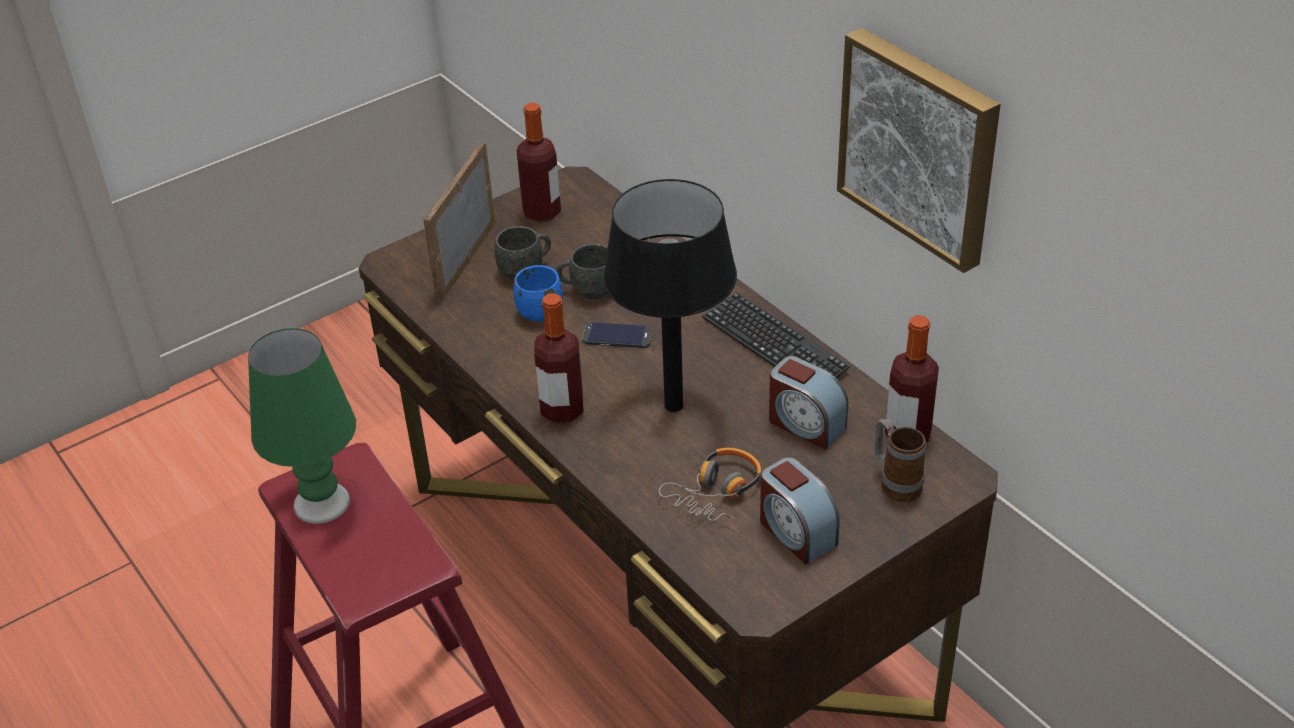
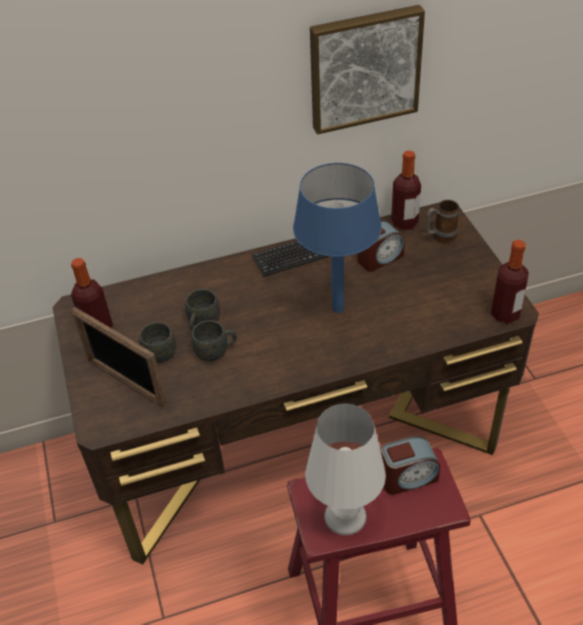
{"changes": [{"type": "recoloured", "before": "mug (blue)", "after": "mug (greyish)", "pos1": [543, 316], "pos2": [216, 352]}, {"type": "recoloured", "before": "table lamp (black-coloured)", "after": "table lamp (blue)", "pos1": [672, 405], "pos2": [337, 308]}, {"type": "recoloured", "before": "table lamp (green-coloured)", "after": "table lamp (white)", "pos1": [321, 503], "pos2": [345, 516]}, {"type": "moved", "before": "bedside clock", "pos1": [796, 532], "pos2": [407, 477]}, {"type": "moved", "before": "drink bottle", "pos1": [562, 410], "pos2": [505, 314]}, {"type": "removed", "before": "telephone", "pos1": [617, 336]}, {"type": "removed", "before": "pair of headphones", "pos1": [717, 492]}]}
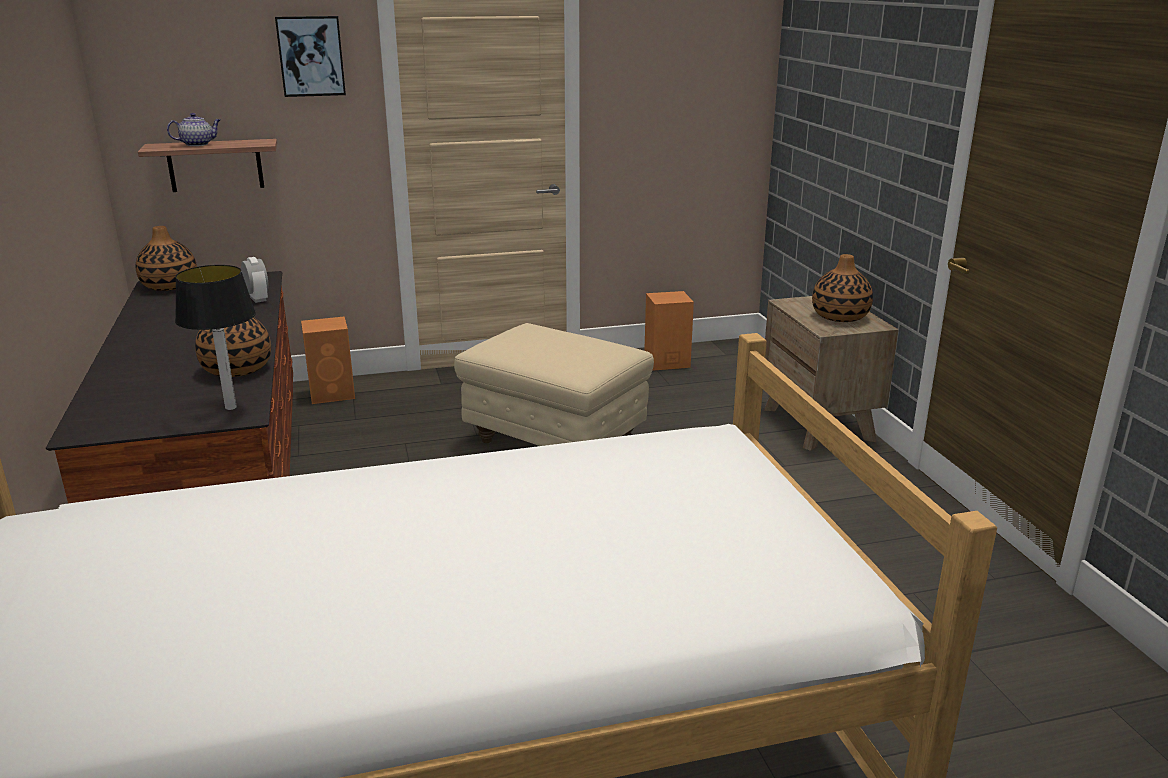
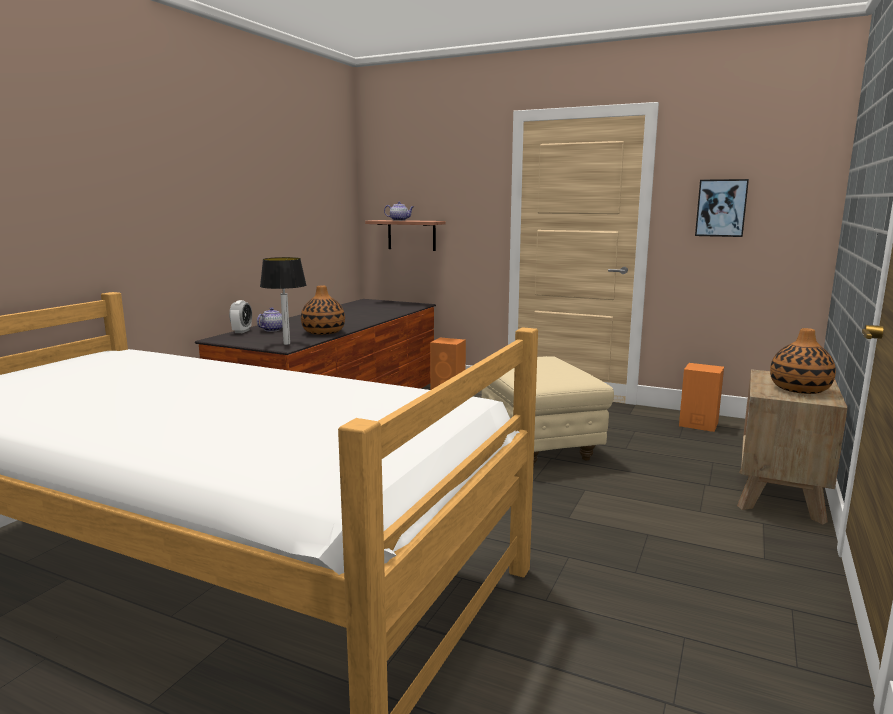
{"changes": [{"type": "moved", "before": "bedside clock", "pos1": [257, 298], "pos2": [242, 331]}, {"type": "added", "after": "teapot", "pos2": [272, 330]}, {"type": "moved", "before": "picture", "pos1": [311, 56], "pos2": [721, 208]}, {"type": "removed", "before": "decorative vase", "pos1": [170, 286]}]}
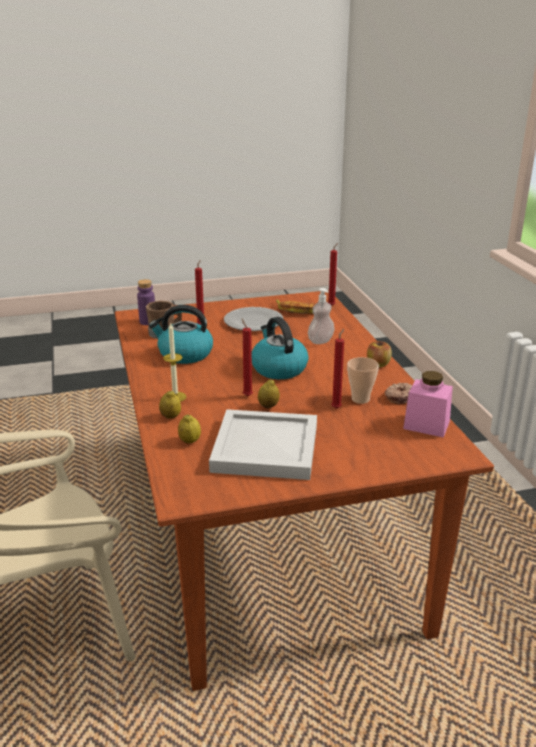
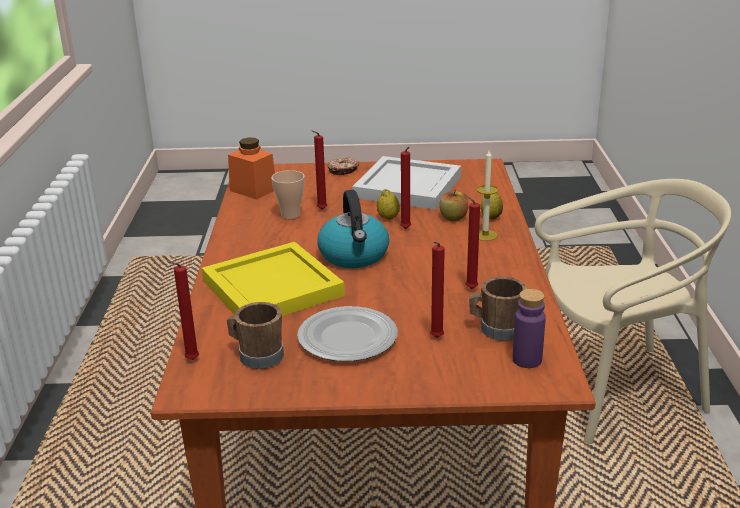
{"changes": [{"type": "replaced", "before": "liquid soap bottle", "after": "tray (yellow-coloured)", "pos1": [320, 341], "pos2": [271, 289]}, {"type": "replaced", "before": "banana fruit", "after": "mug (brown-coloured)", "pos1": [298, 310], "pos2": [257, 356]}, {"type": "recoloured", "before": "storage jar (pink)", "after": "storage jar (orange)", "pos1": [426, 425], "pos2": [253, 190]}, {"type": "moved", "before": "ring doughnut", "pos1": [399, 397], "pos2": [343, 170]}, {"type": "moved", "before": "apple fruit", "pos1": [378, 364], "pos2": [453, 218]}, {"type": "replaced", "before": "tea kettle", "after": "candle (reddish)", "pos1": [184, 354], "pos2": [469, 288]}, {"type": "removed", "before": "lemon", "pos1": [190, 441]}]}
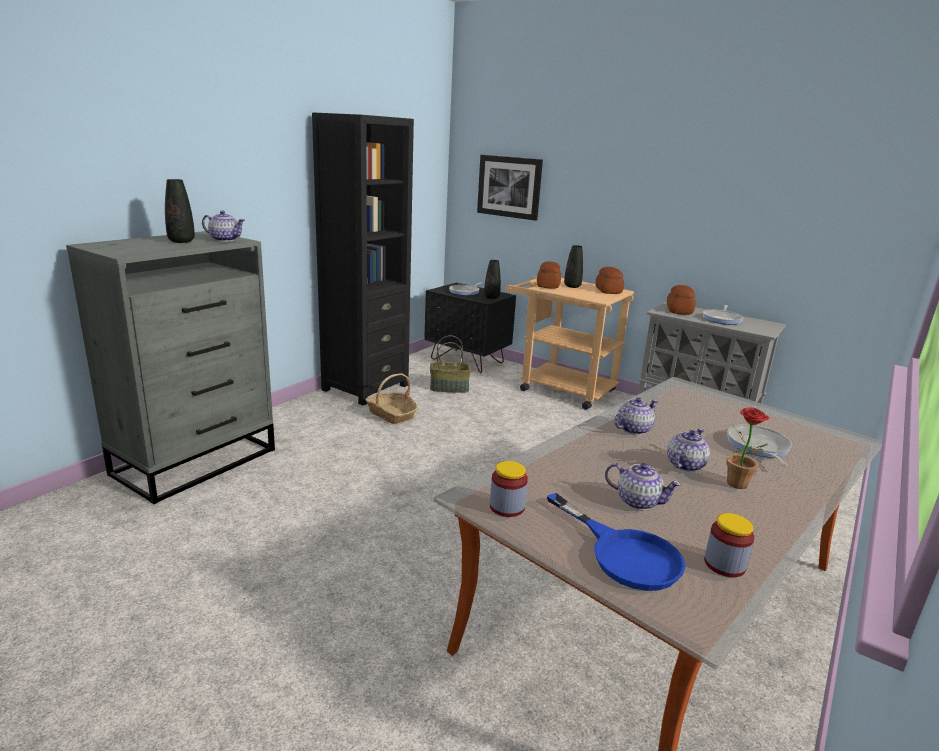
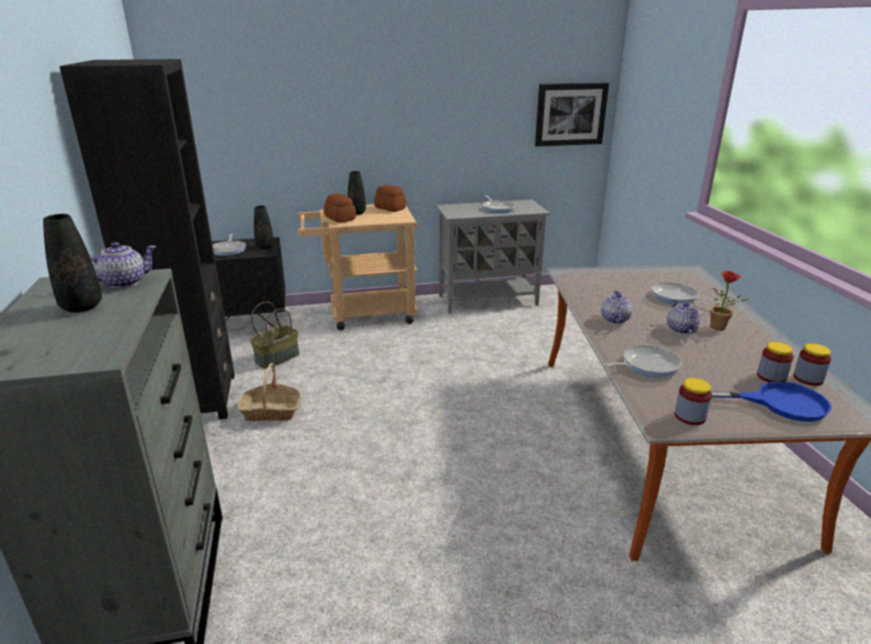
{"changes": [{"type": "moved", "before": "picture", "pos1": [509, 187], "pos2": [570, 114]}, {"type": "added", "after": "frying pan", "pos2": [647, 365]}, {"type": "added", "after": "storage jar", "pos2": [771, 377]}, {"type": "removed", "before": "teapot", "pos1": [637, 501]}, {"type": "removed", "before": "baked bread", "pos1": [679, 311]}]}
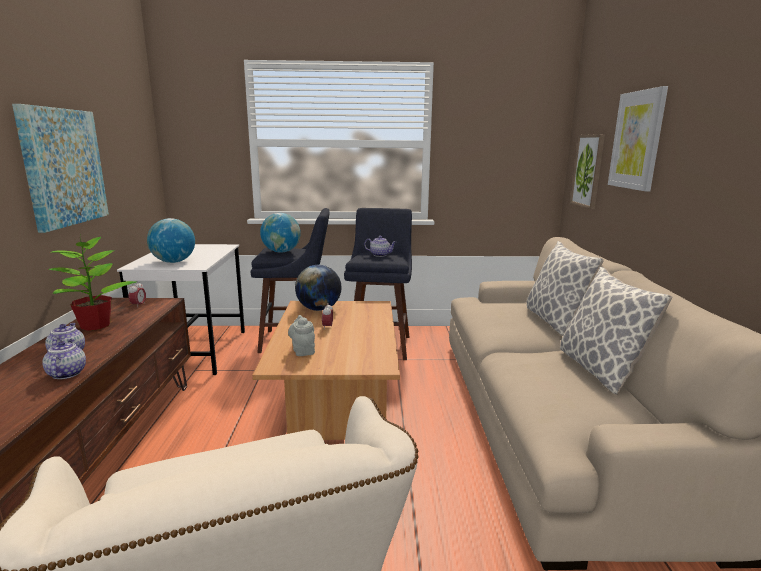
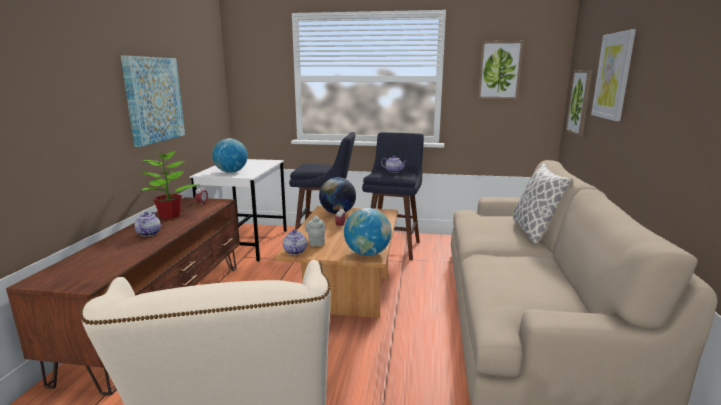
{"changes": [{"type": "moved", "before": "teapot", "pos1": [67, 373], "pos2": [295, 251]}, {"type": "moved", "before": "world globe", "pos1": [281, 252], "pos2": [367, 253]}, {"type": "added", "after": "picture", "pos2": [499, 70]}, {"type": "removed", "before": "cushion", "pos1": [599, 370]}]}
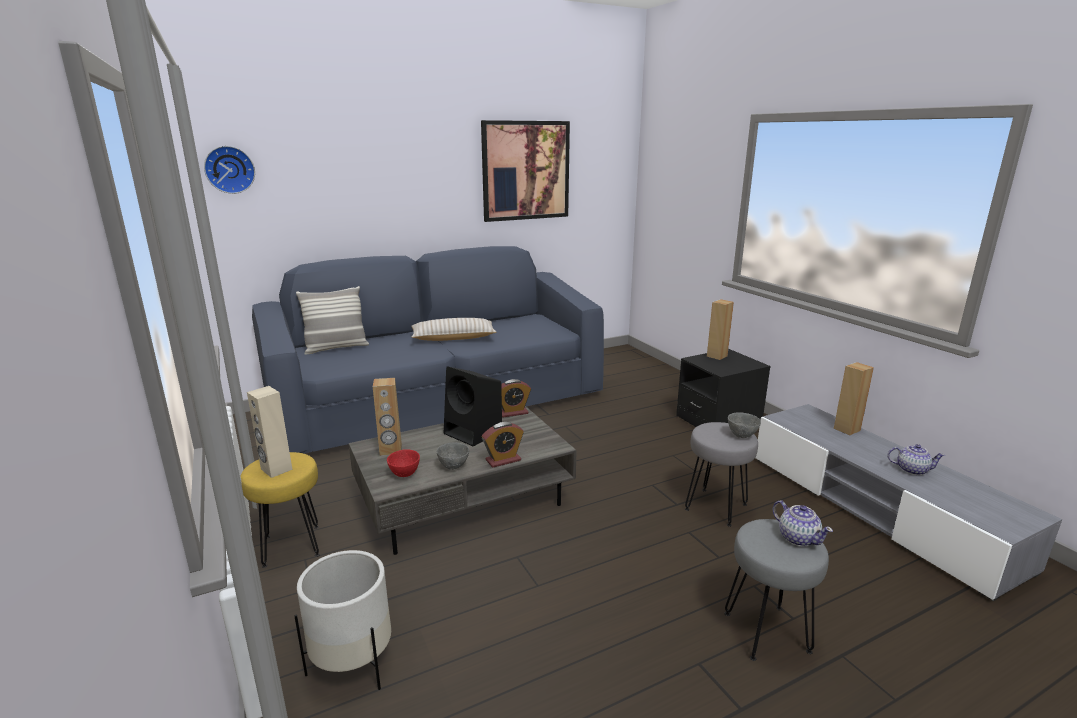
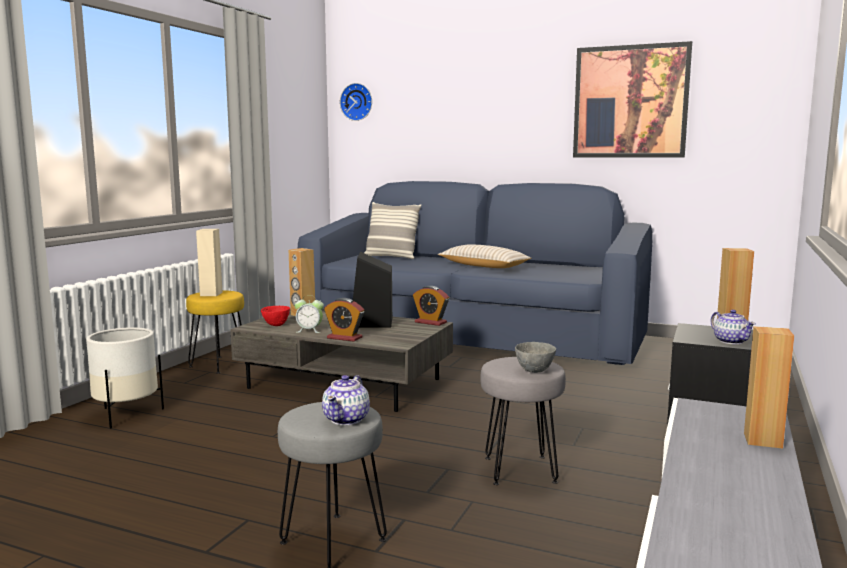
{"changes": [{"type": "replaced", "before": "serving bowl (greyish)", "after": "bedside clock", "pos1": [453, 466], "pos2": [309, 331]}, {"type": "moved", "before": "teapot", "pos1": [911, 469], "pos2": [730, 341]}]}
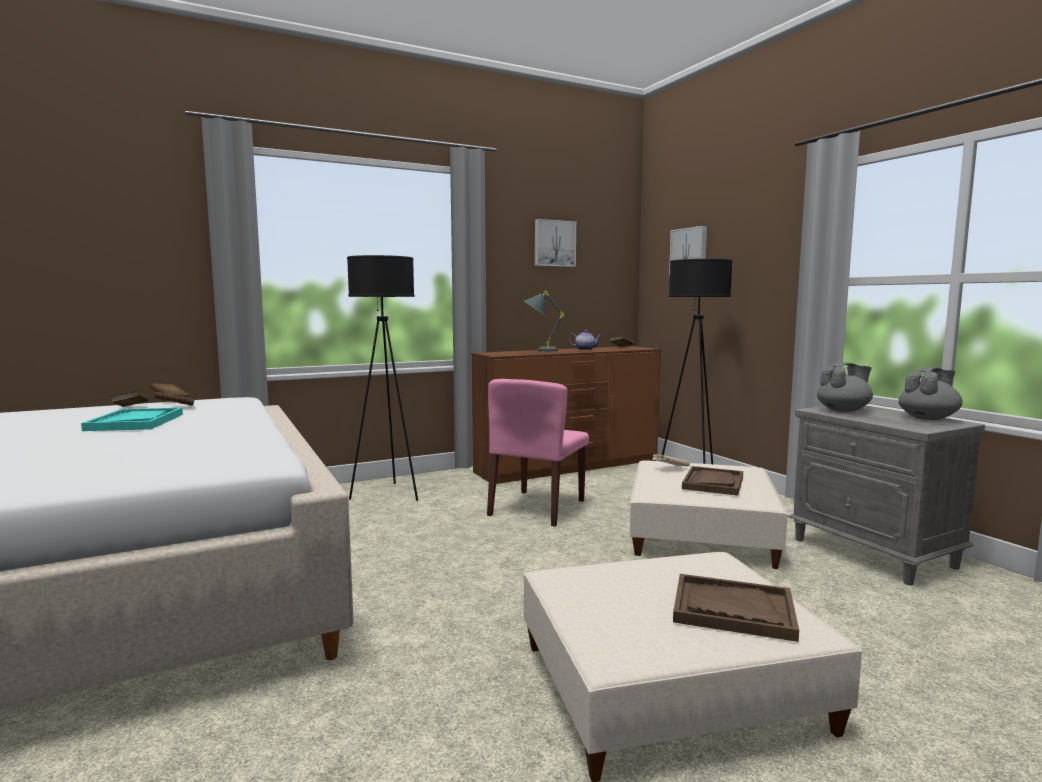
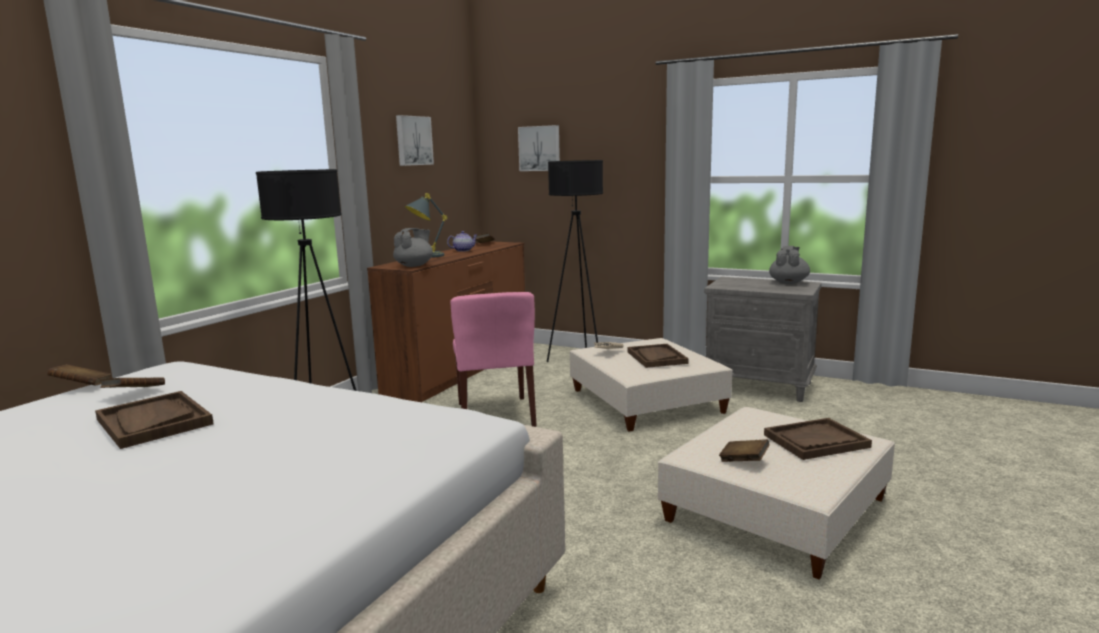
{"changes": [{"type": "recoloured", "before": "tray (turquoise)", "after": "tray (brown-coloured)", "pos1": [135, 422], "pos2": [154, 422]}, {"type": "moved", "before": "teapot (greyish)", "pos1": [843, 410], "pos2": [414, 265]}, {"type": "moved", "before": "bound book (brown-coloured)", "pos1": [130, 408], "pos2": [743, 461]}]}
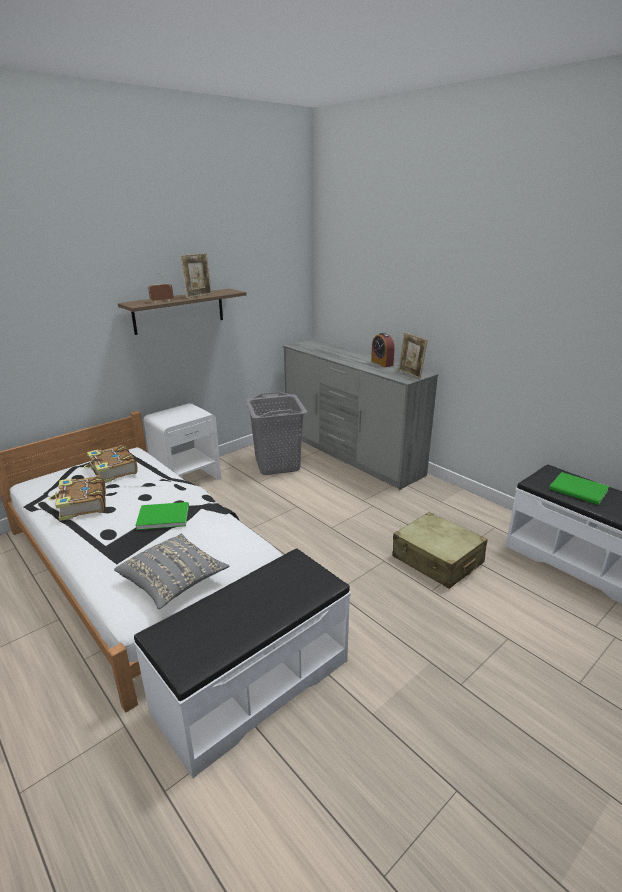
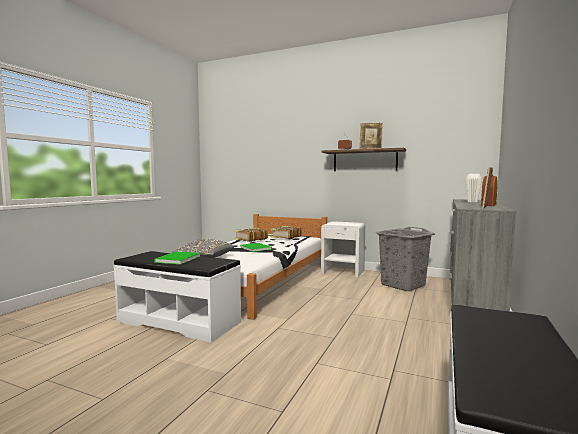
{"changes": [{"type": "moved", "before": "bound book (green-coloured)", "pos1": [579, 491], "pos2": [176, 259]}, {"type": "added", "after": "decorative vase (white)", "pos2": [472, 202]}, {"type": "removed", "before": "suitcase (beige-coloured)", "pos1": [437, 560]}]}
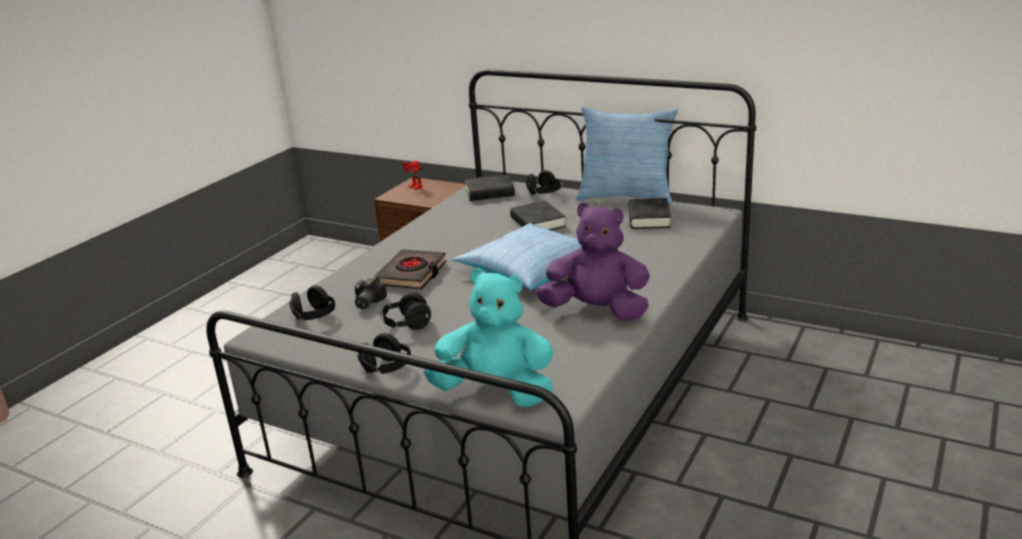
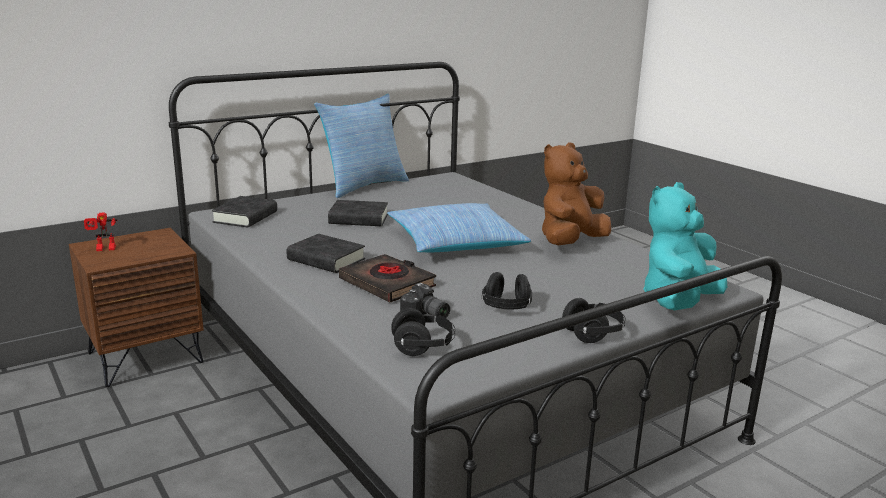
{"changes": [{"type": "moved", "before": "bound book (black-coloured)", "pos1": [648, 218], "pos2": [326, 260]}, {"type": "recoloured", "before": "soft toy (purple-coloured)", "after": "soft toy (brown-coloured)", "pos1": [597, 311], "pos2": [570, 242]}, {"type": "removed", "before": "pair of headphones (black-coloured)", "pos1": [544, 194]}]}
